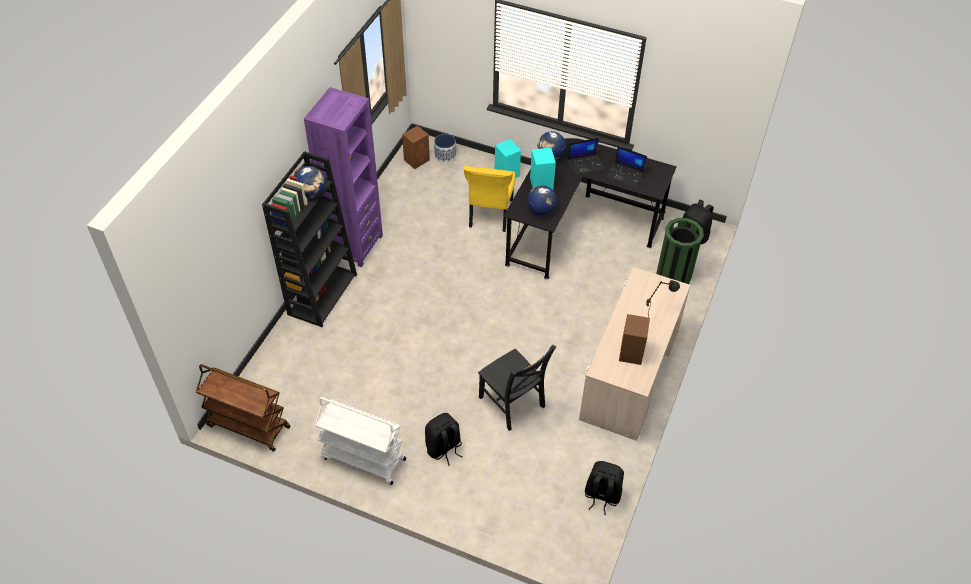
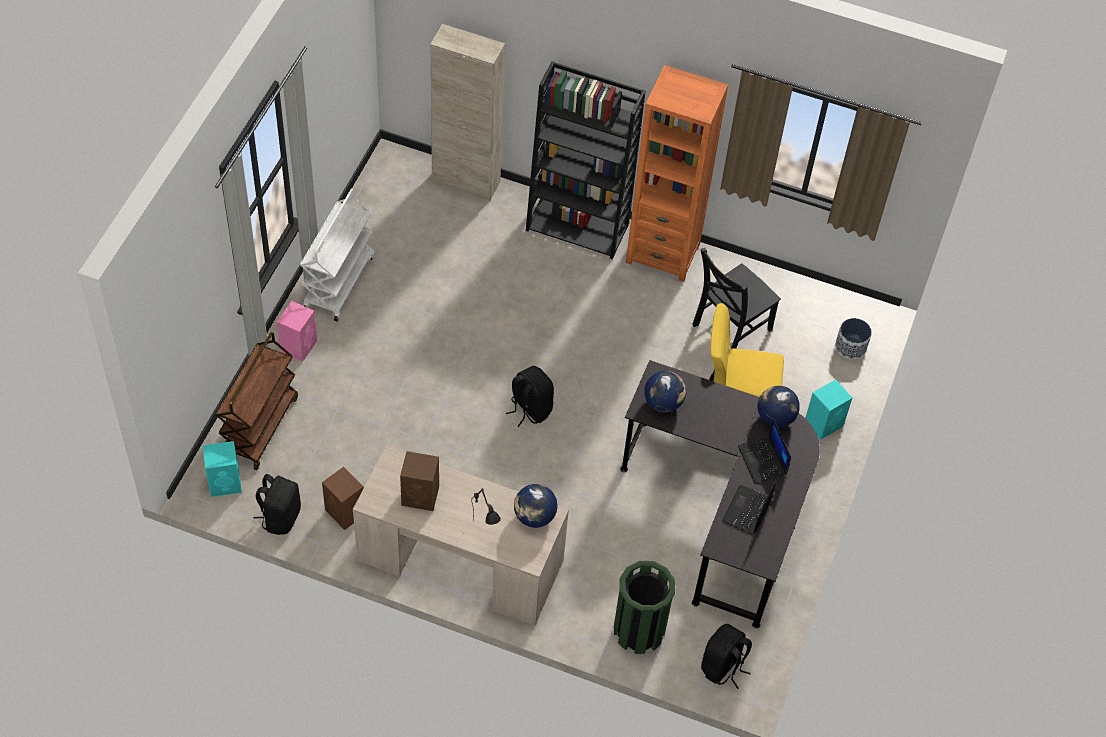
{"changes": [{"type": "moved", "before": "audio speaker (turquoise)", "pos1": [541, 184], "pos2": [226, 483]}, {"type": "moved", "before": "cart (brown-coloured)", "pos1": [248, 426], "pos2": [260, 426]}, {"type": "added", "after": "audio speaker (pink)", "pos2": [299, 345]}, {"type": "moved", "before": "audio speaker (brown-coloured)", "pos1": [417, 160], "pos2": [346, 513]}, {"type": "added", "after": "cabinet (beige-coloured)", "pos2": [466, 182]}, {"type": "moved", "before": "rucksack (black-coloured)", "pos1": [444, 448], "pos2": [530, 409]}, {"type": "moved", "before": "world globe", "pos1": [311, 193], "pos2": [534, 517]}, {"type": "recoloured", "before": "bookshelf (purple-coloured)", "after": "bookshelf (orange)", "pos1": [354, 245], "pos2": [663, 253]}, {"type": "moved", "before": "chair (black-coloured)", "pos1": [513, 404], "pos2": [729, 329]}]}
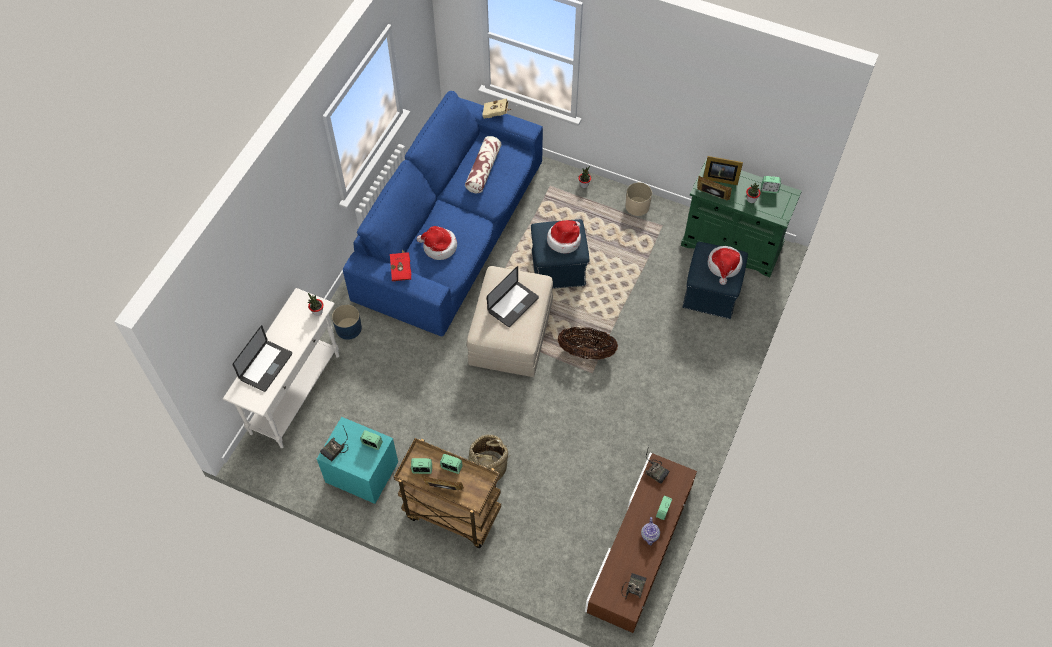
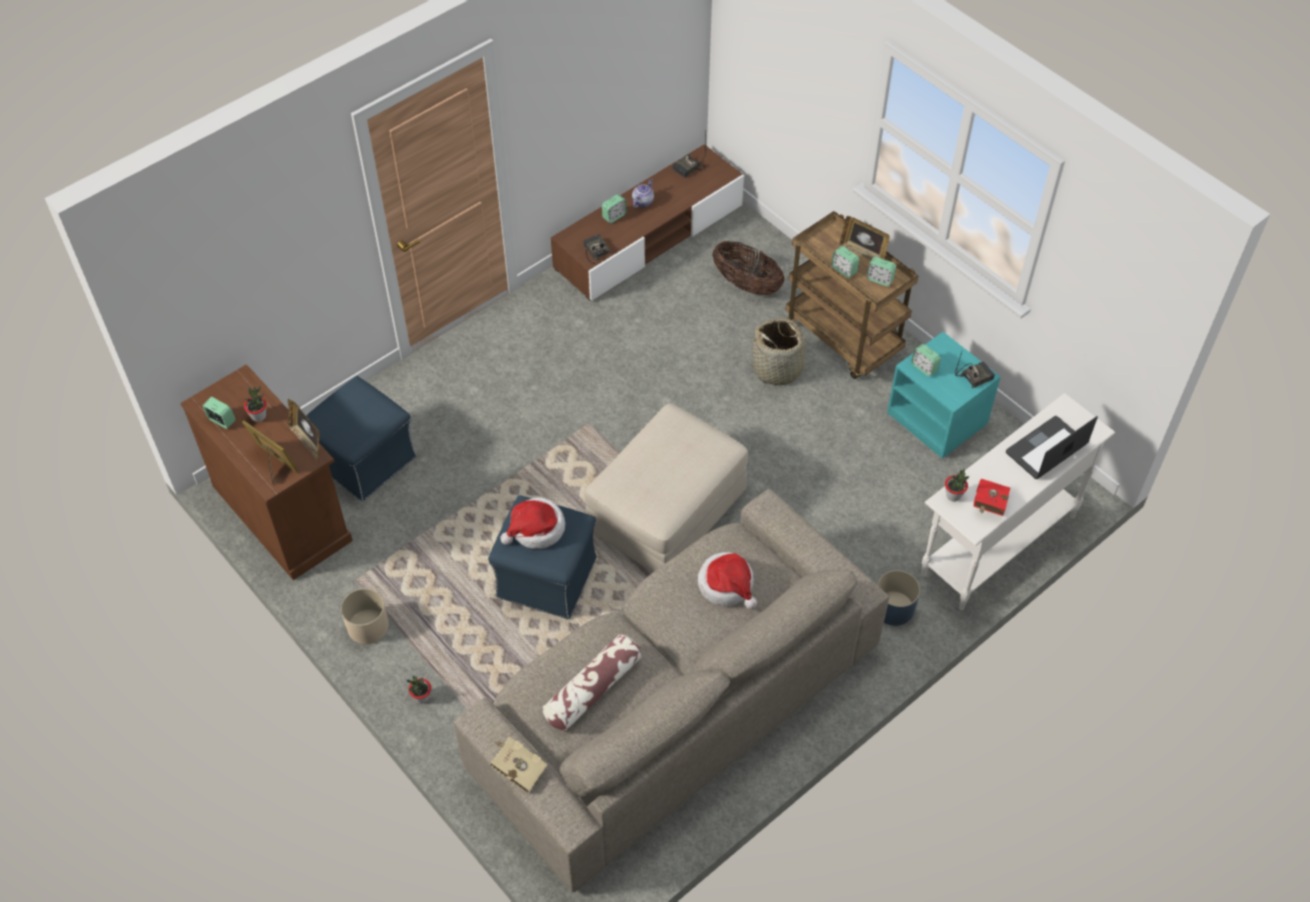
{"changes": [{"type": "recoloured", "before": "cabinet (green-coloured)", "after": "cabinet (brown-coloured)", "pos1": [731, 245], "pos2": [282, 513]}, {"type": "recoloured", "before": "settee (blue)", "after": "settee (beige-coloured)", "pos1": [452, 231], "pos2": [673, 703]}, {"type": "moved", "before": "storage basket", "pos1": [586, 352], "pos2": [746, 284]}, {"type": "moved", "before": "bound book (reddish)", "pos1": [401, 270], "pos2": [988, 506]}, {"type": "removed", "before": "notebook computer", "pos1": [513, 305]}, {"type": "removed", "before": "clothing hat", "pos1": [724, 266]}]}
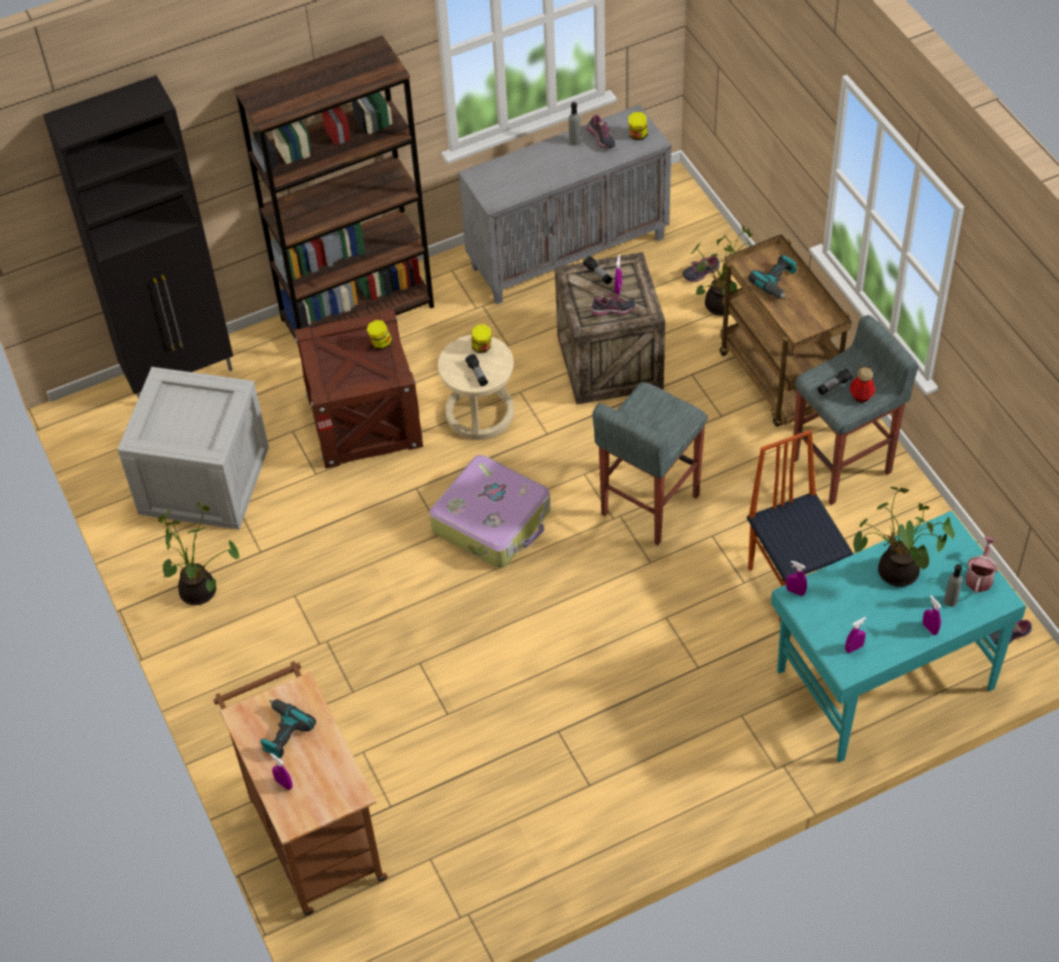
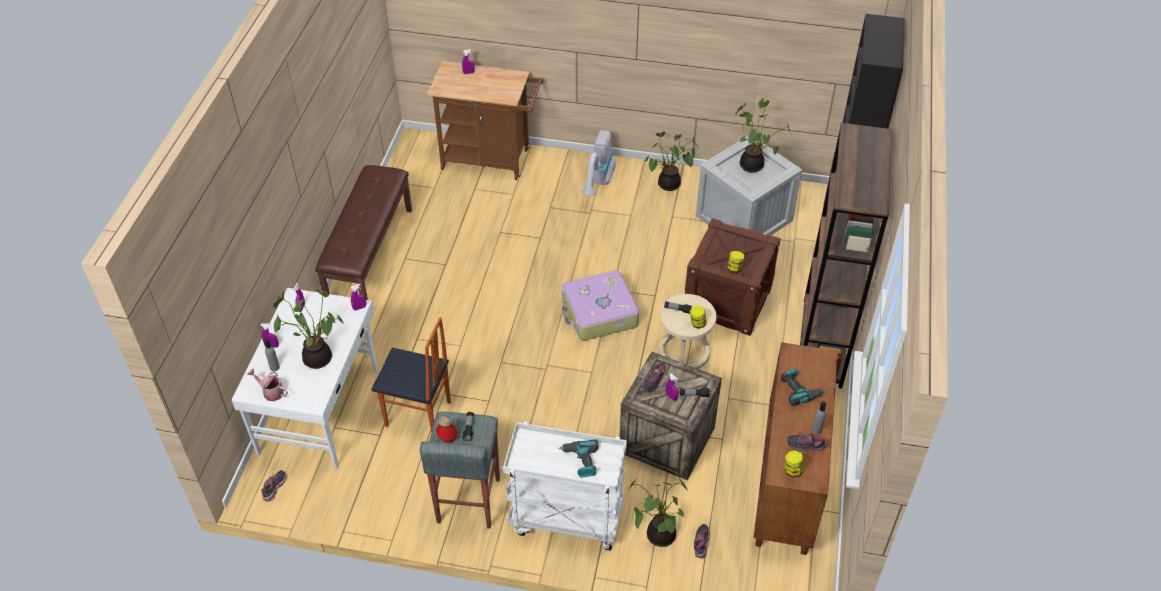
{"changes": [{"type": "recoloured", "before": "desk (turquoise)", "after": "desk (white)", "pos1": [882, 678], "pos2": [321, 410]}, {"type": "turned", "before": "watering can", "pos1": [980, 576], "pos2": [271, 392], "turn": 150}, {"type": "added", "after": "long seat (brown-coloured)", "pos2": [369, 255]}, {"type": "recoloured", "before": "cart (brown-coloured)", "after": "cart (white)", "pos1": [780, 380], "pos2": [565, 519]}, {"type": "added", "after": "vacuum", "pos2": [598, 183]}, {"type": "added", "after": "plant in a pot", "pos2": [753, 165]}, {"type": "recoloured", "before": "cabinet (greyish)", "after": "cabinet (brown-coloured)", "pos1": [568, 251], "pos2": [788, 482]}, {"type": "moved", "before": "drill", "pos1": [282, 732], "pos2": [799, 390]}, {"type": "removed", "before": "stool seat (greyish)", "pos1": [648, 505]}]}
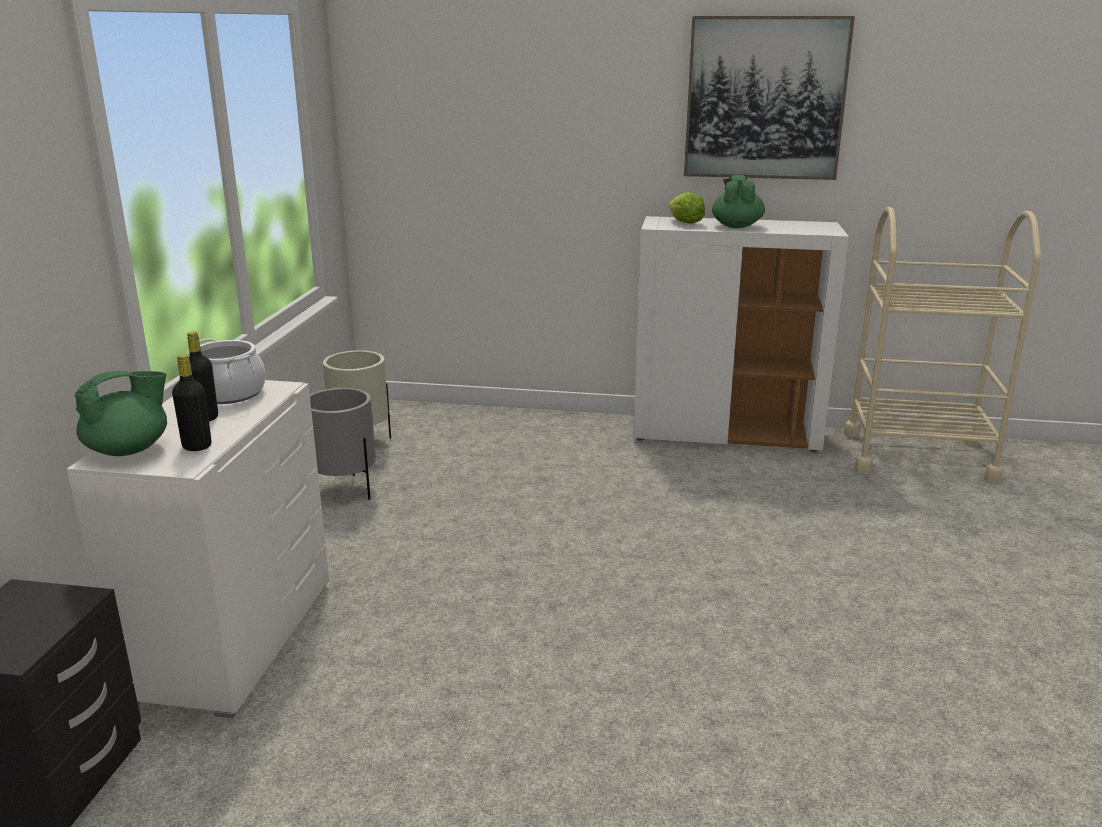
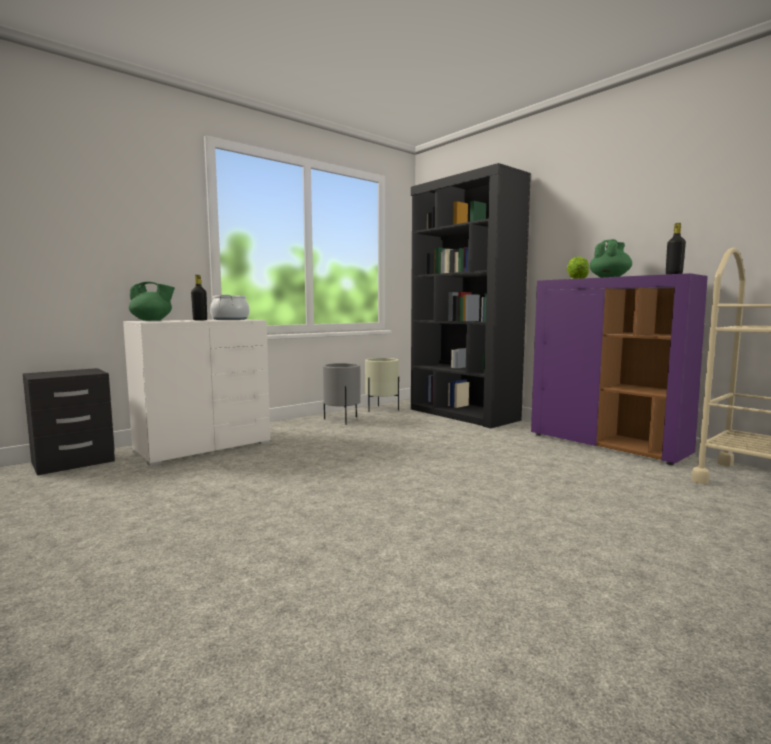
{"changes": [{"type": "added", "after": "bookshelf (black-coloured)", "pos2": [462, 415]}, {"type": "recoloured", "before": "cabinet (white)", "after": "cabinet (purple-coloured)", "pos1": [727, 435], "pos2": [607, 444]}, {"type": "moved", "before": "drink bottle (black-coloured)", "pos1": [197, 446], "pos2": [674, 274]}, {"type": "removed", "before": "picture", "pos1": [765, 99]}]}
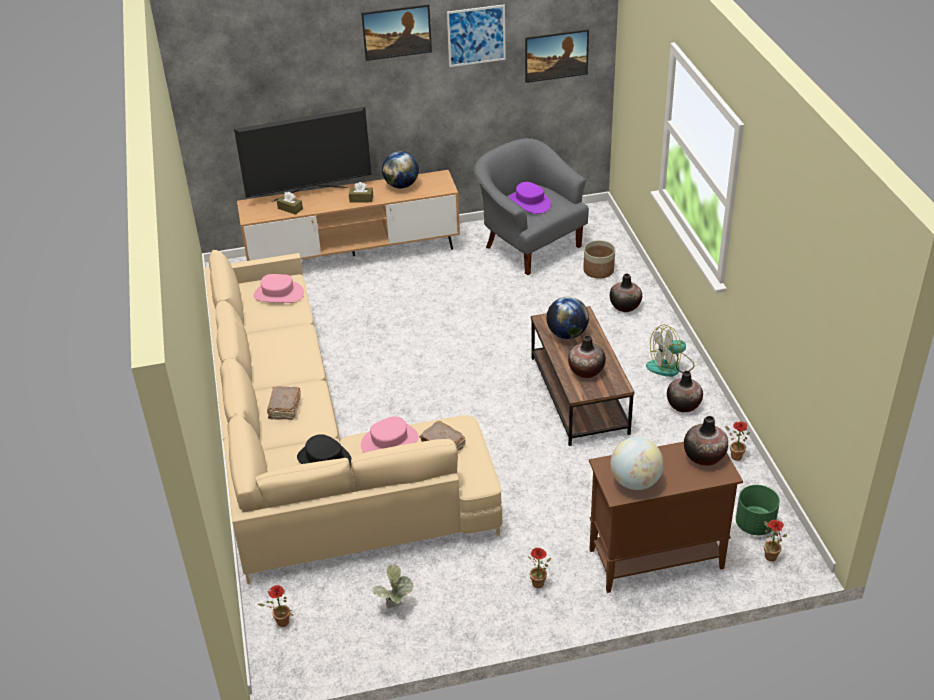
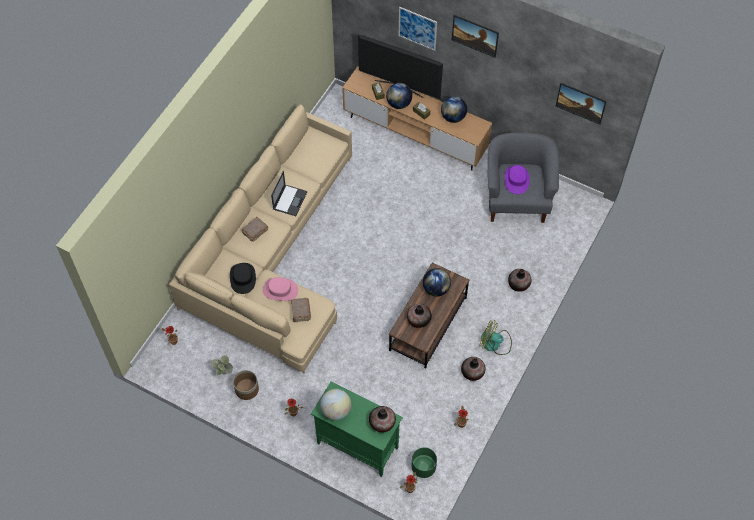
{"changes": [{"type": "moved", "before": "planter", "pos1": [598, 270], "pos2": [247, 389]}, {"type": "added", "after": "notebook computer", "pos2": [290, 200]}, {"type": "recoloured", "before": "cabinet (brown-coloured)", "after": "cabinet (green-coloured)", "pos1": [654, 559], "pos2": [357, 445]}, {"type": "added", "after": "world globe", "pos2": [399, 104]}, {"type": "moved", "before": "picture", "pos1": [476, 35], "pos2": [417, 28]}, {"type": "removed", "before": "clothing hat (pink)", "pos1": [278, 294]}]}
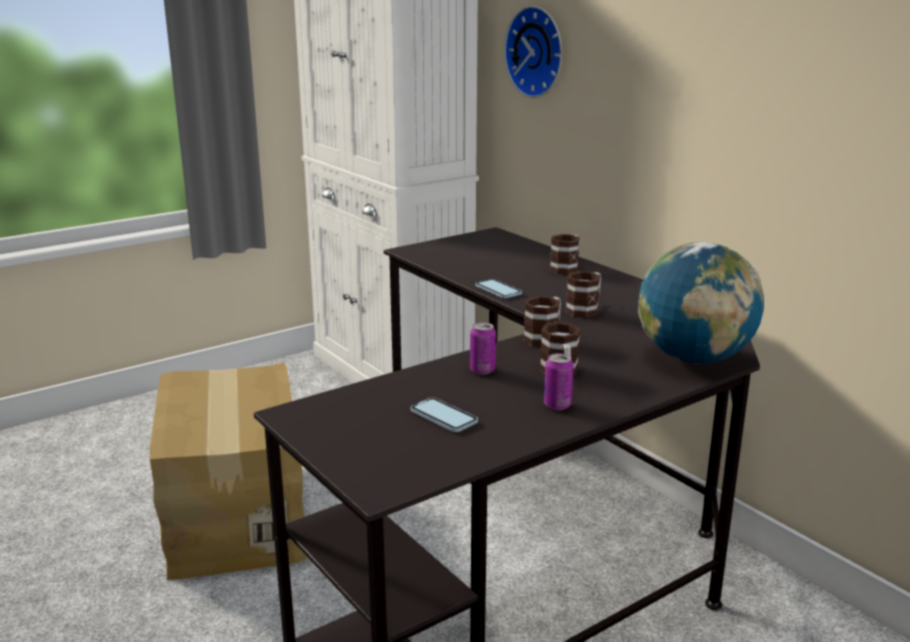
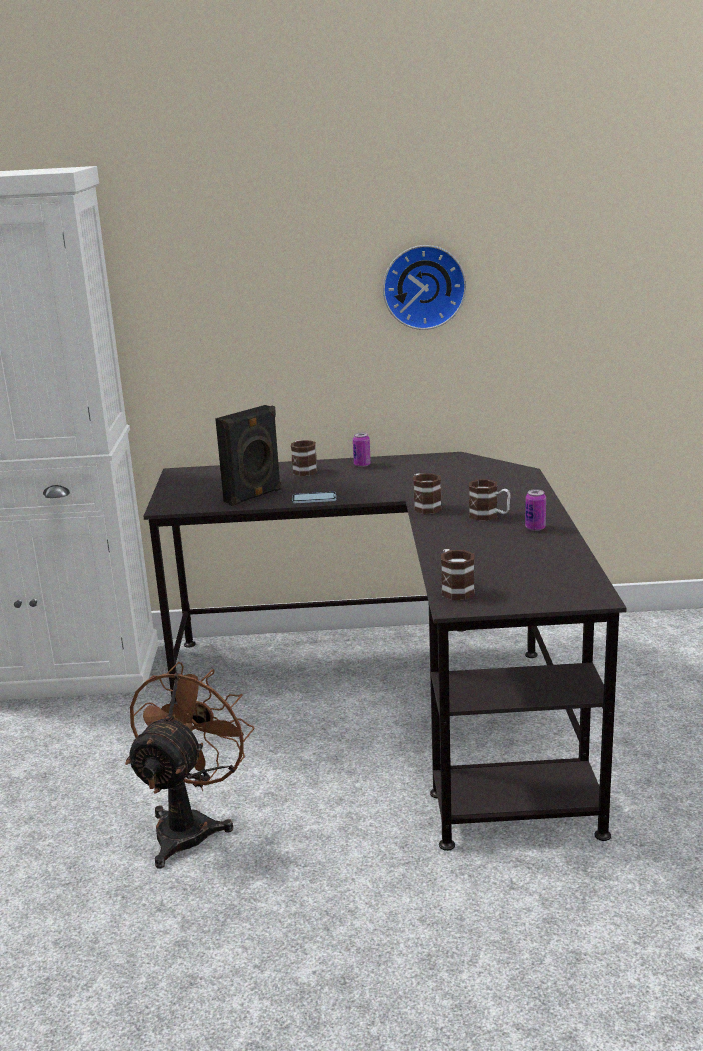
{"changes": [{"type": "replaced", "before": "carton", "after": "cooling fan (brown-coloured)", "pos1": [233, 516], "pos2": [191, 826]}, {"type": "added", "after": "audio speaker (black-coloured)", "pos2": [254, 496]}, {"type": "moved", "before": "can", "pos1": [482, 370], "pos2": [362, 465]}, {"type": "moved", "before": "hanging clock", "pos1": [538, 52], "pos2": [423, 286]}, {"type": "moved", "before": "mug", "pos1": [585, 309], "pos2": [454, 589]}, {"type": "removed", "before": "telephone", "pos1": [443, 417]}, {"type": "removed", "before": "world globe", "pos1": [694, 359]}]}
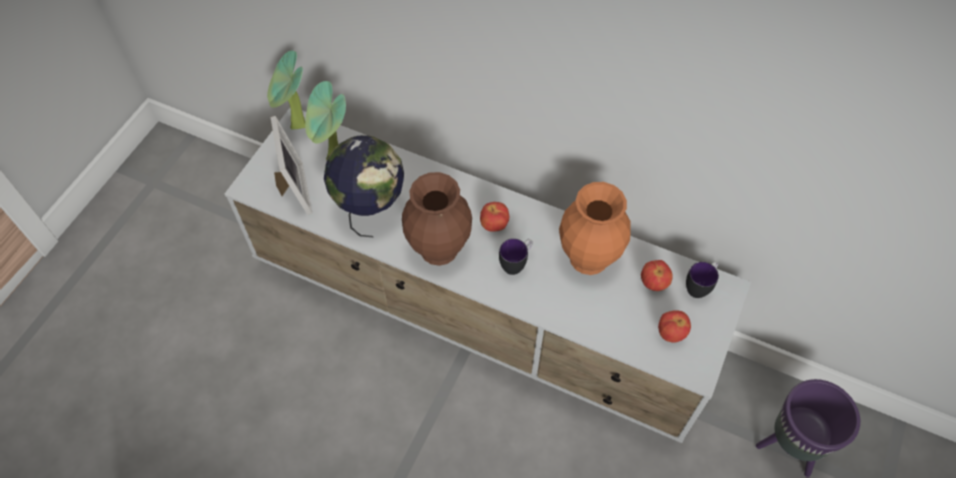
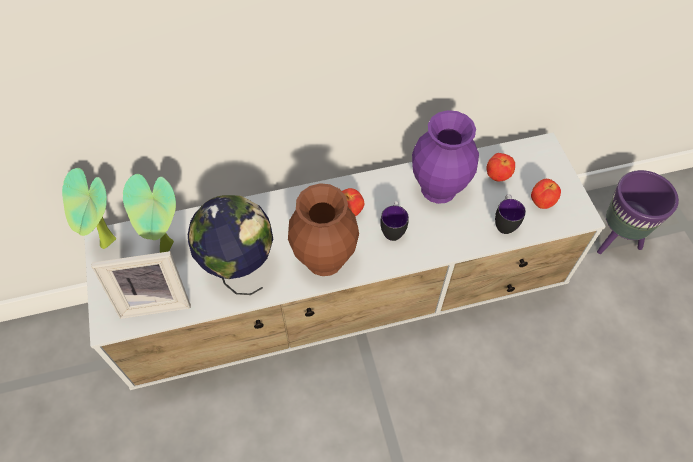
{"changes": [{"type": "turned", "before": "standing frame", "pos1": [292, 191], "pos2": [155, 299], "turn": 135}, {"type": "recoloured", "before": "decorative vase (orange)", "after": "decorative vase (purple-coloured)", "pos1": [590, 257], "pos2": [439, 187]}, {"type": "moved", "before": "mug", "pos1": [699, 286], "pos2": [504, 222]}]}
